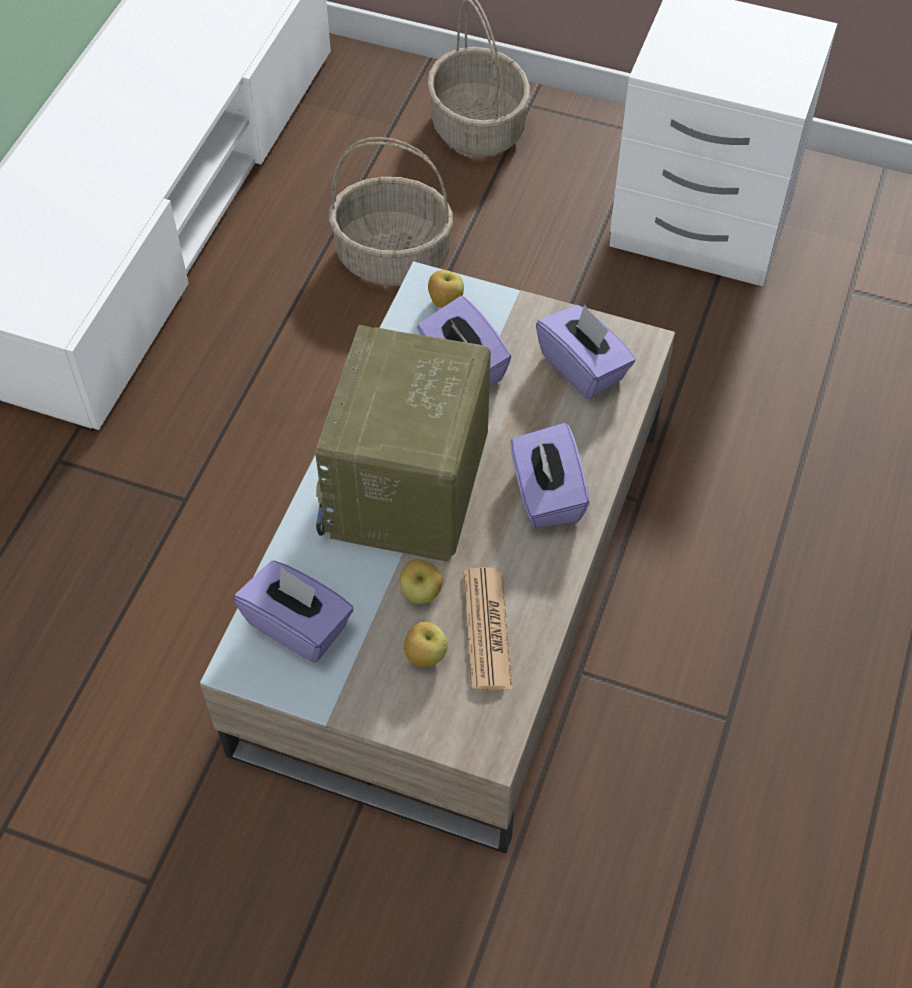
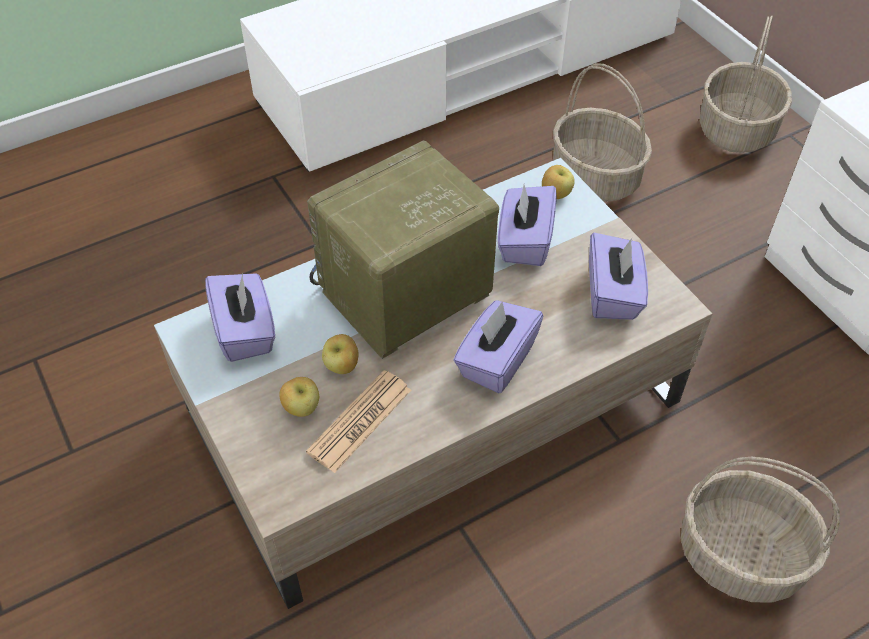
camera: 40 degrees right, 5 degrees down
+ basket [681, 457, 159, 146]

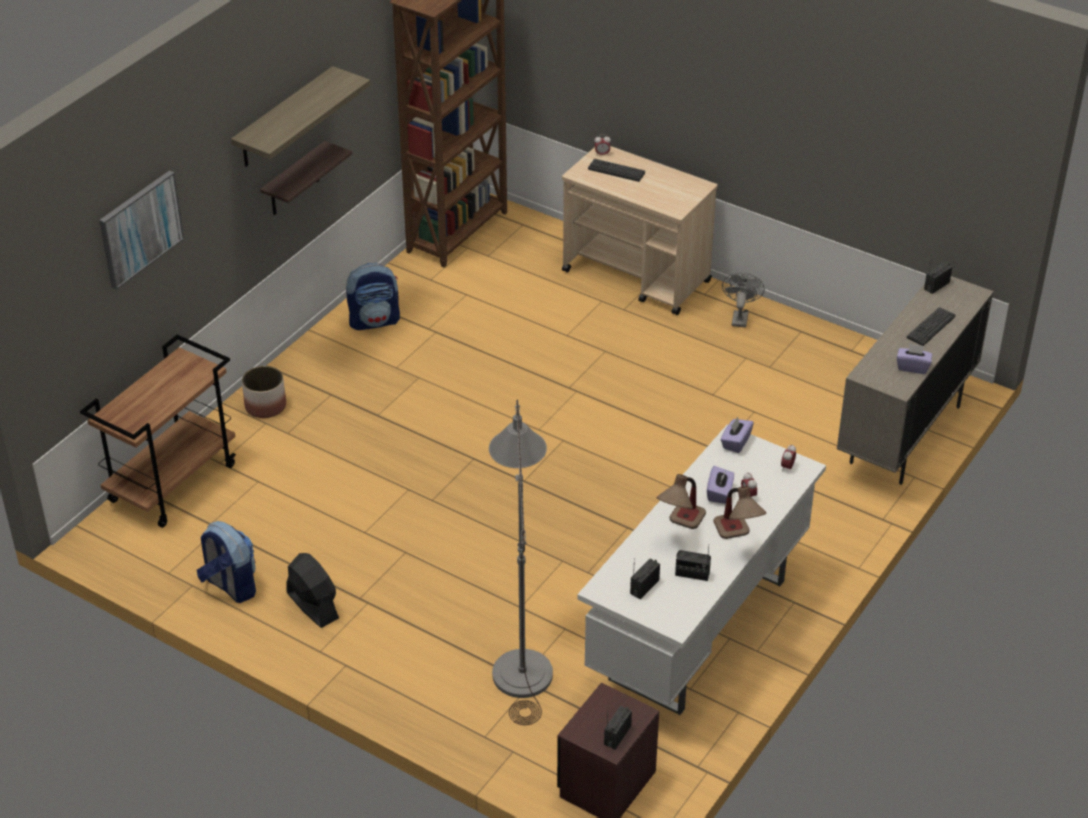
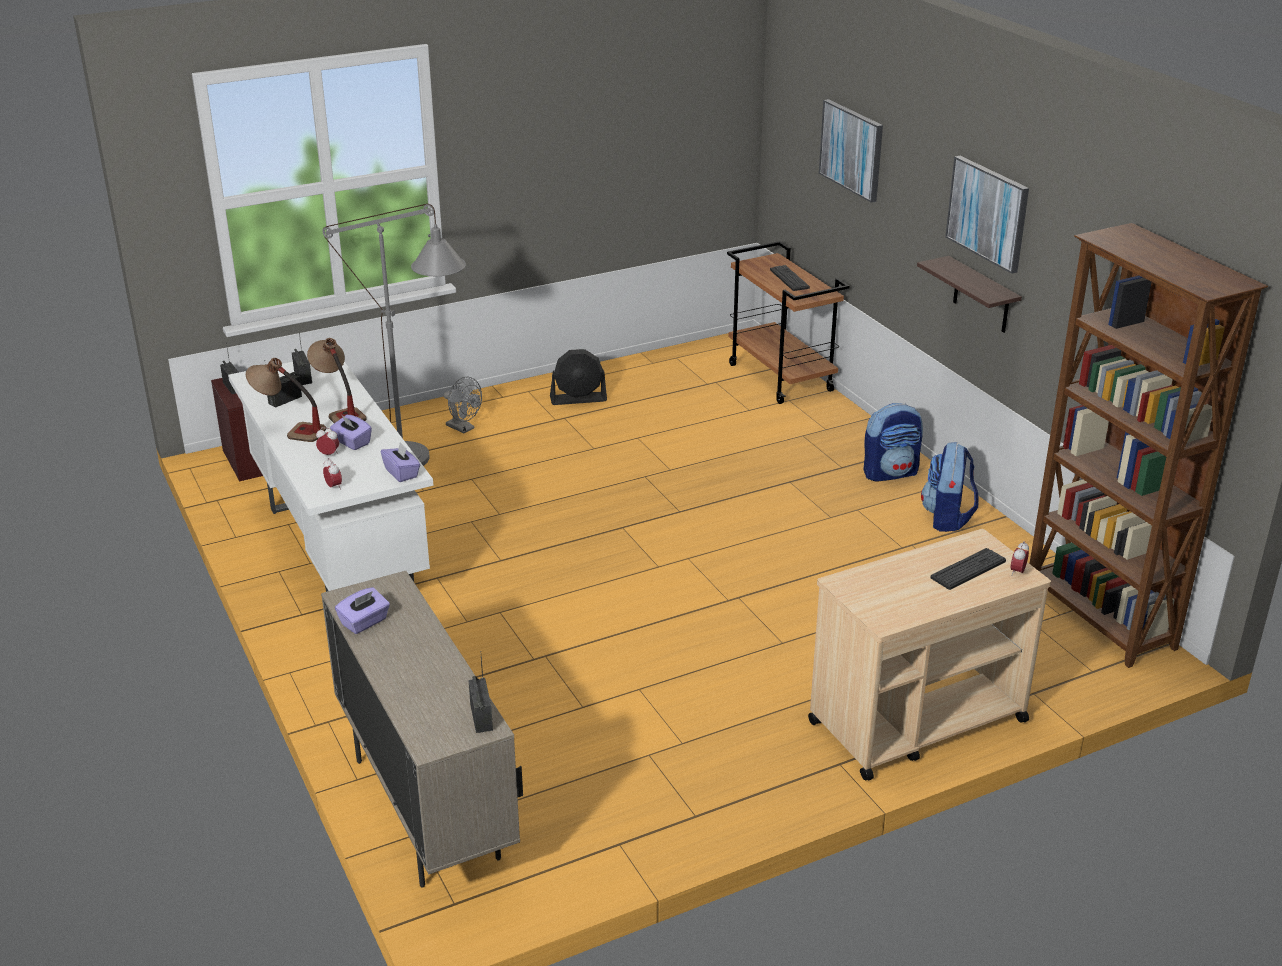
camera: 120 degrees right, 10 degrees down
- plant pot [242, 366, 44, 52]
~ knapsack [197, 521, 59, 82] to [863, 403, 60, 79]
~ grey cooling fan [722, 272, 43, 56] to [444, 377, 38, 56]
~ keyboard [907, 307, 48, 39] to [770, 265, 40, 26]
~ shelf [231, 66, 140, 101] to wall picture [945, 156, 84, 118]

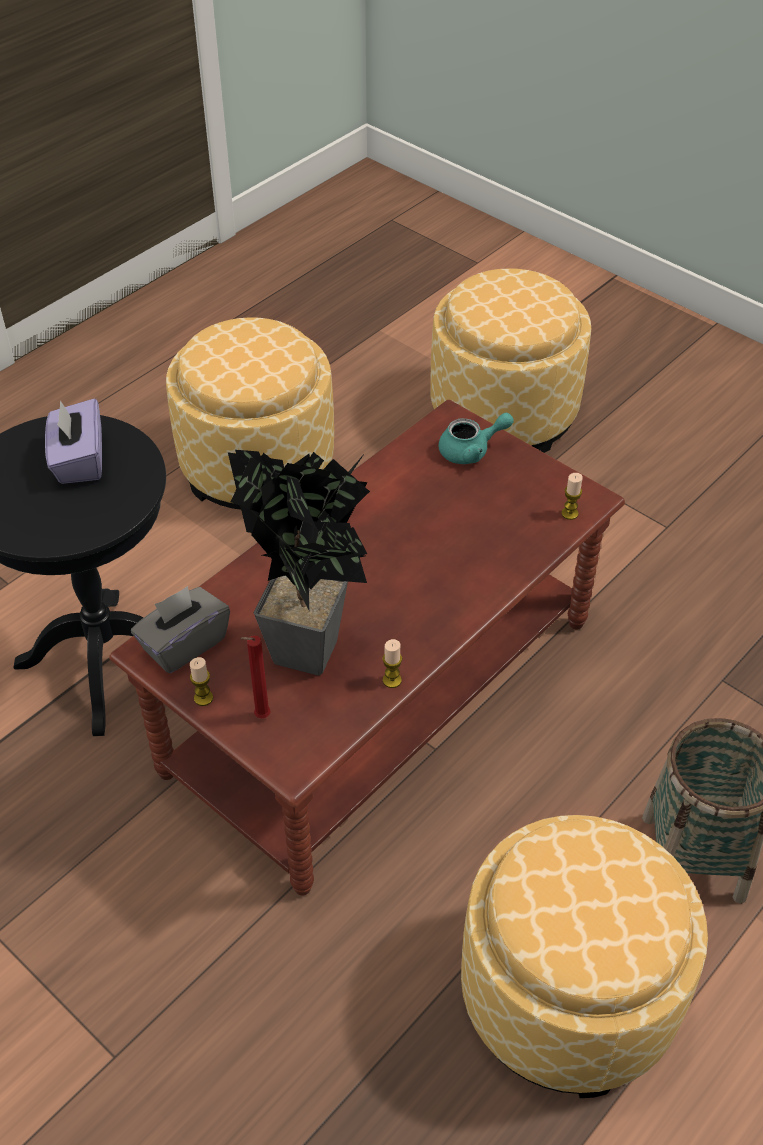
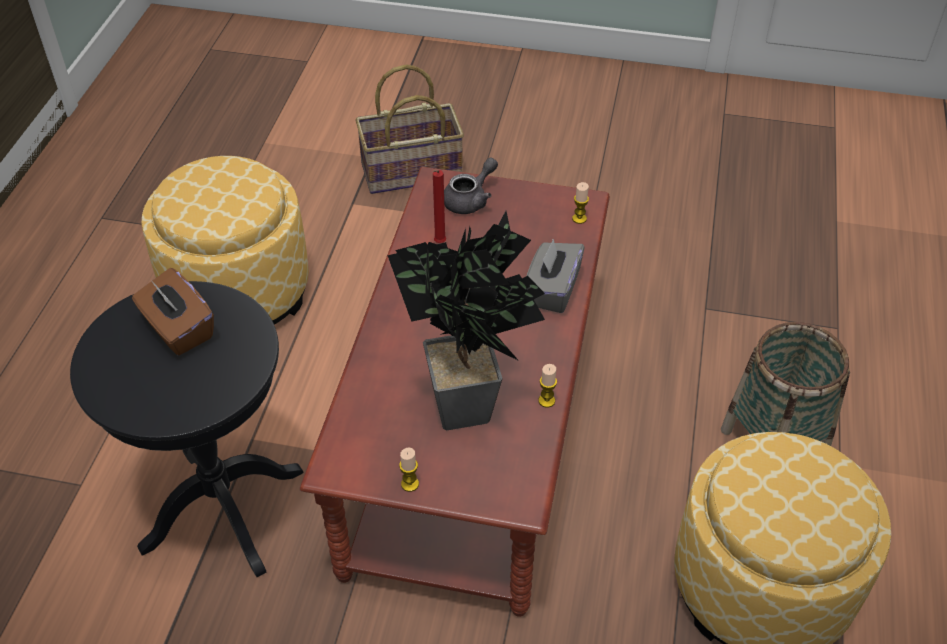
camera: 30 degrees left, 0 degrees up
~ grey tissue holder [131, 586, 99, 87] to [527, 239, 58, 74]
~ red candle [240, 635, 31, 83] to [433, 170, 13, 73]
~ pouffe [430, 269, 161, 184] to basket [355, 64, 109, 130]
~ purple-coloured tissue holder [45, 399, 57, 85] to brown-coloured tissue holder [132, 268, 82, 87]
~ blue-green tea pot [439, 413, 75, 51] to grey tea pot [444, 157, 54, 57]

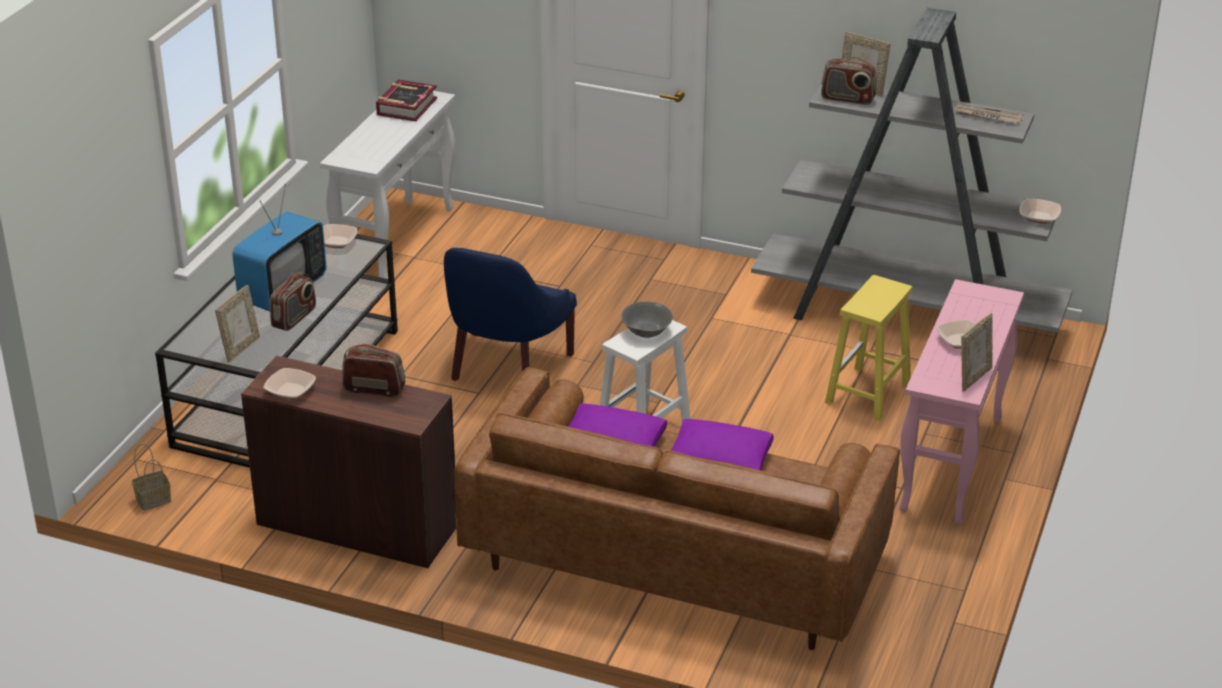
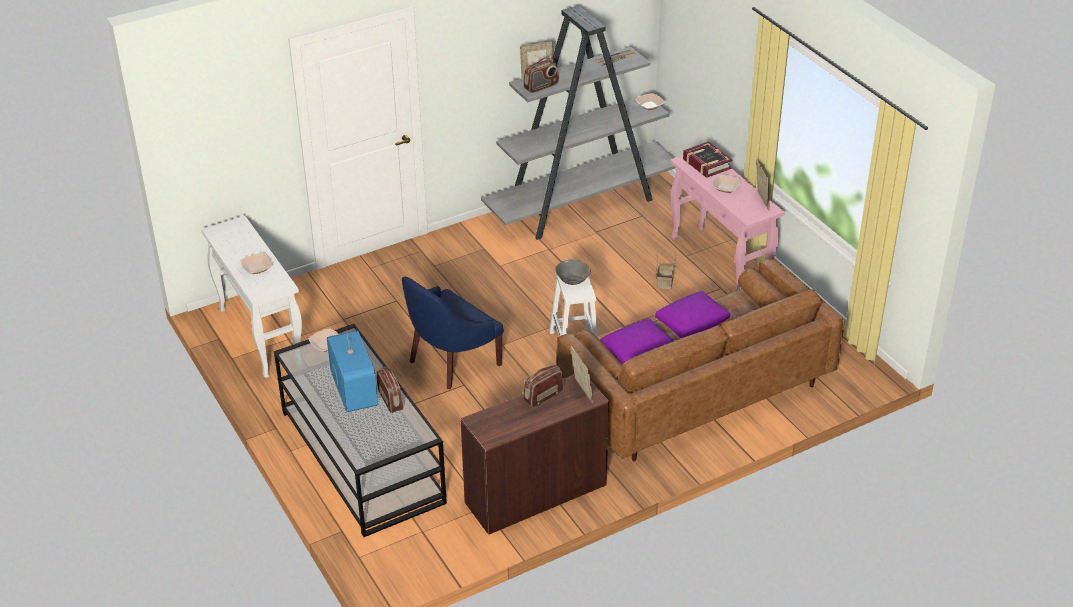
camera: 50 degrees left, 5 degrees up
- yellow-coloured stool [825, 275, 87, 146]
~ basket [132, 444, 39, 67] to [656, 253, 20, 36]
~ picture frame [215, 285, 45, 77] to [571, 346, 22, 57]
~ deep dish [263, 368, 53, 31] to [241, 253, 31, 21]
~ volume [376, 79, 61, 42] to [683, 141, 49, 37]
~ bluish lounge chair [444, 248, 133, 133] = [402, 277, 102, 112] 75 degrees clockwise

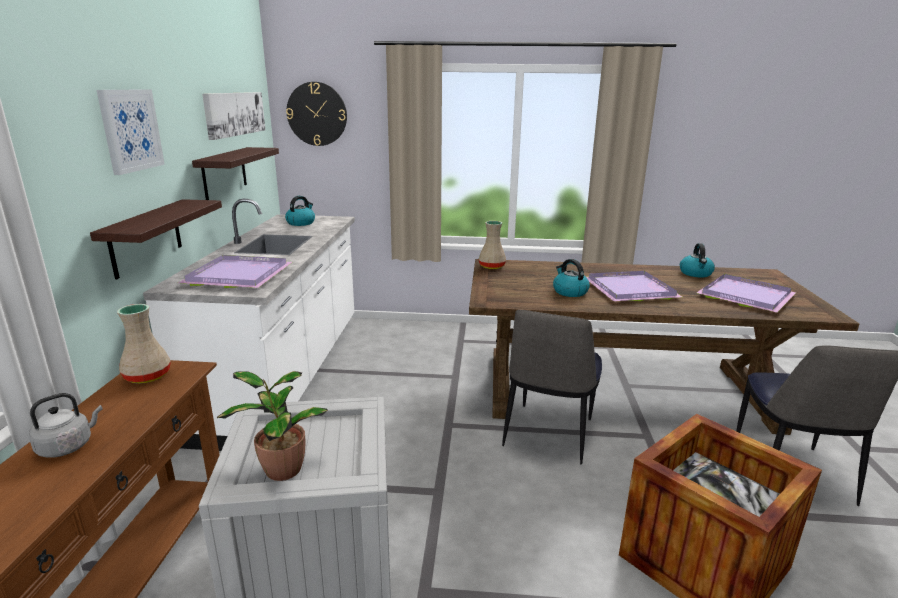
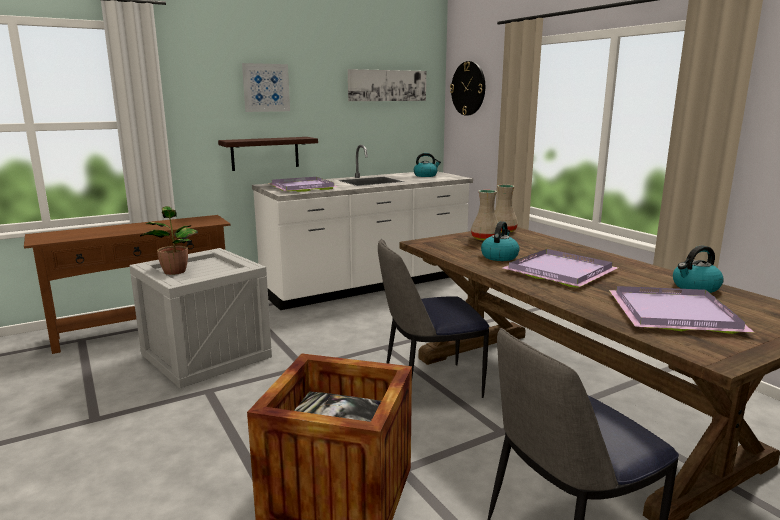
camera: 55 degrees right, 5 degrees down
- grey kettle [29, 393, 73, 65]
- shelf [192, 147, 87, 53]
~ sand-coloured flower vase [117, 304, 54, 80] to [471, 190, 28, 51]

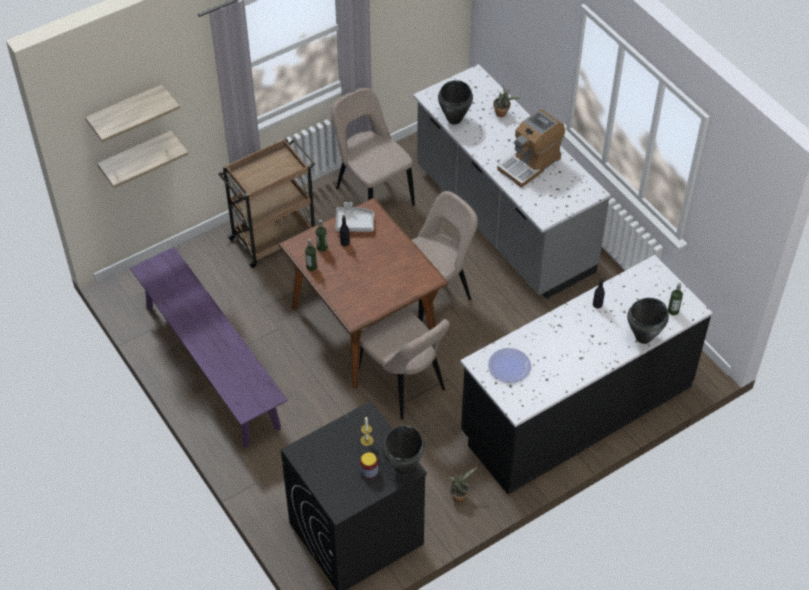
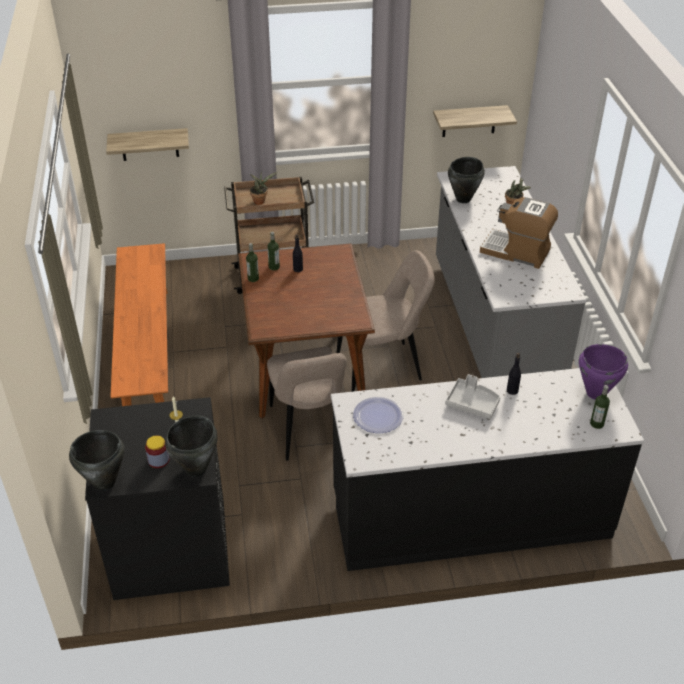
camera: 25 degrees right, 10 degrees down
- sand-coloured upright chair [331, 88, 84, 118]
+ purple-coloured stockpot [579, 344, 49, 56]
~ shelf [85, 84, 95, 58] to [433, 105, 84, 32]
~ grey carrying tray [336, 202, 38, 30] to [445, 374, 55, 45]
~ houseplant [447, 467, 30, 35] to [250, 171, 28, 34]
~ black stockpot [627, 298, 42, 46] to [69, 430, 55, 61]
~ purple-coloured long seat [130, 247, 157, 201] to orangey long seat [110, 243, 58, 163]
~ coffee brewer [497, 109, 68, 79] = [480, 197, 78, 72] 45 degrees clockwise

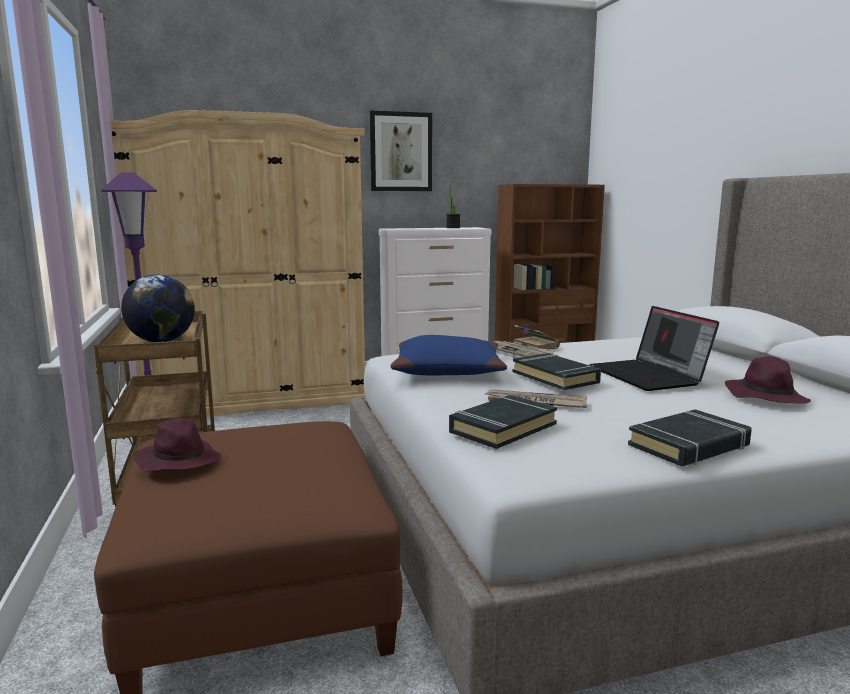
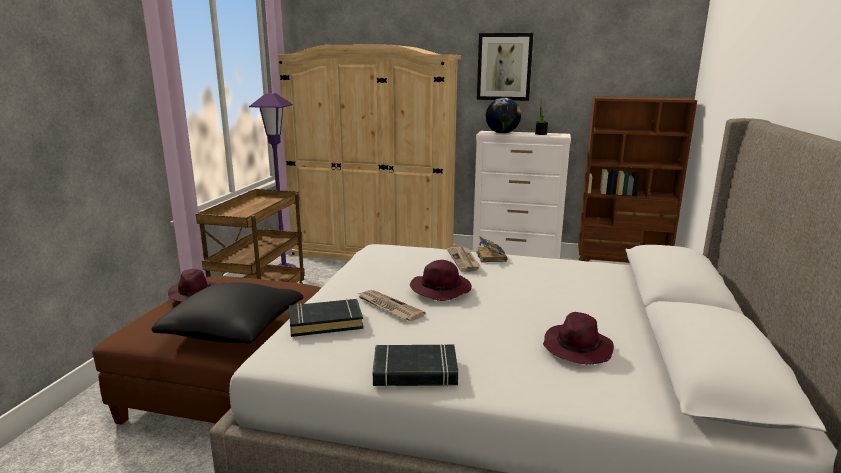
camera: 30 degrees right, 5 degrees up
- bluish cushion [390, 335, 117, 40]
- portable computer [589, 306, 130, 85]
+ black cushion [151, 282, 152, 62]
~ desk globe [121, 274, 74, 68] to [486, 98, 35, 36]
~ black volume [513, 353, 88, 37] to purple-coloured wearable hat [410, 260, 62, 41]

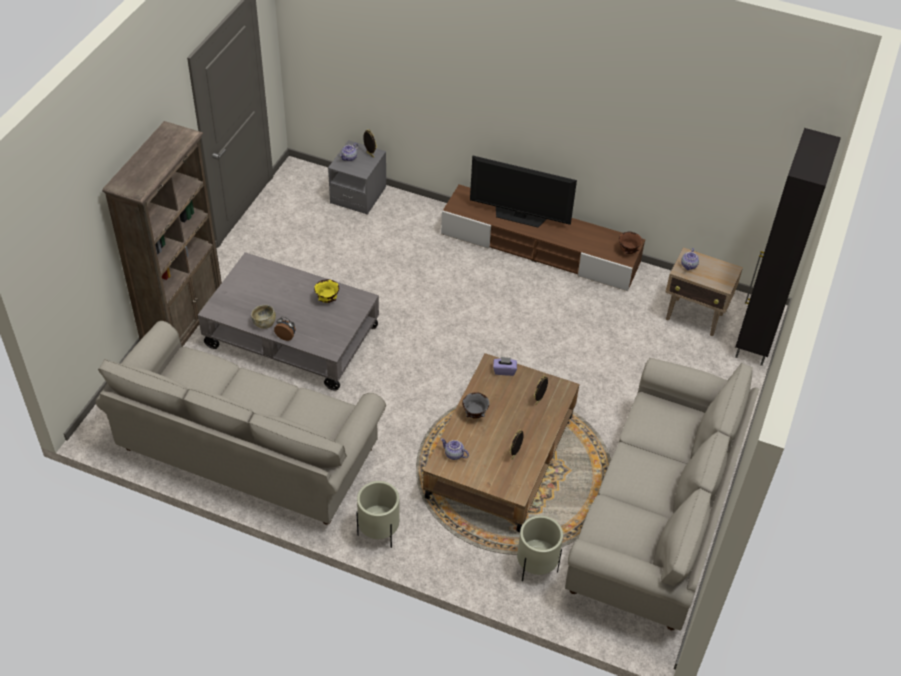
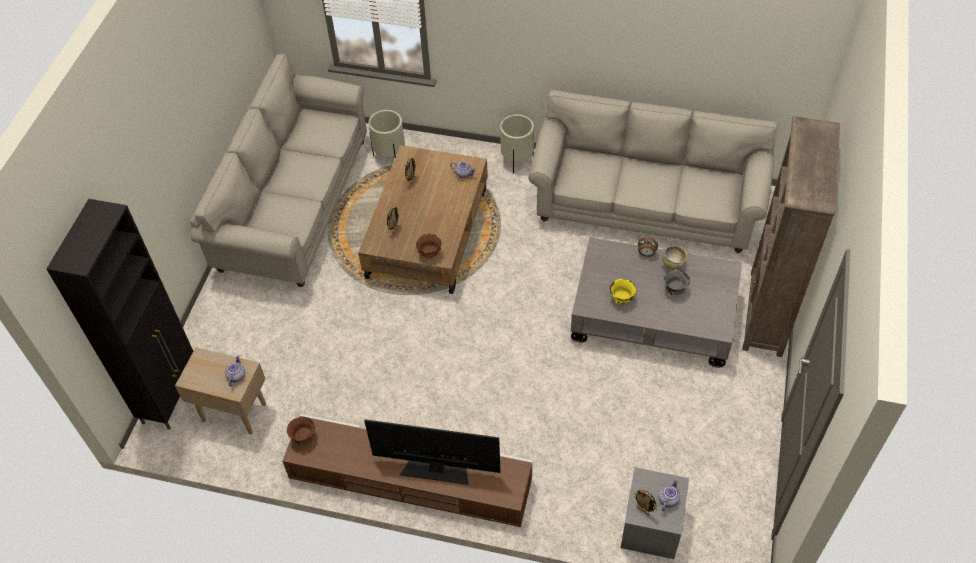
camera: 175 degrees right, 5 degrees up
~ grey deep dish [462, 392, 27, 27] to [664, 270, 26, 25]
~ purple-coloured tissue holder [493, 357, 24, 19] to brown-coloured deep dish [416, 234, 25, 25]

